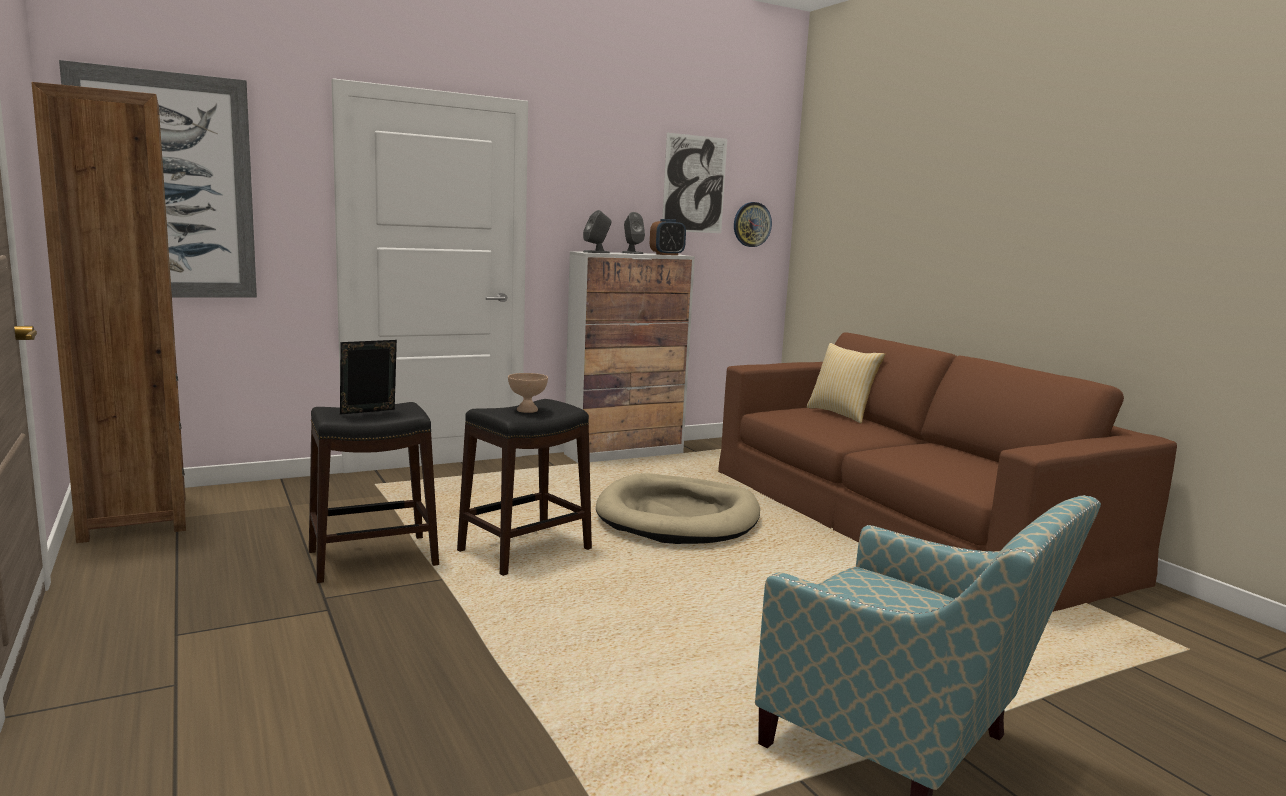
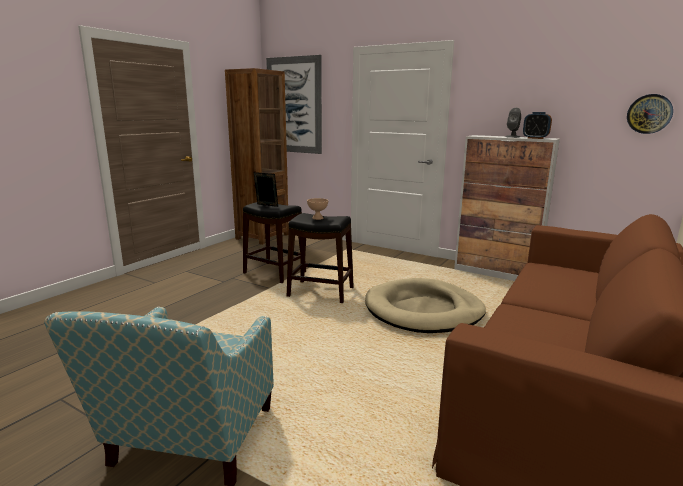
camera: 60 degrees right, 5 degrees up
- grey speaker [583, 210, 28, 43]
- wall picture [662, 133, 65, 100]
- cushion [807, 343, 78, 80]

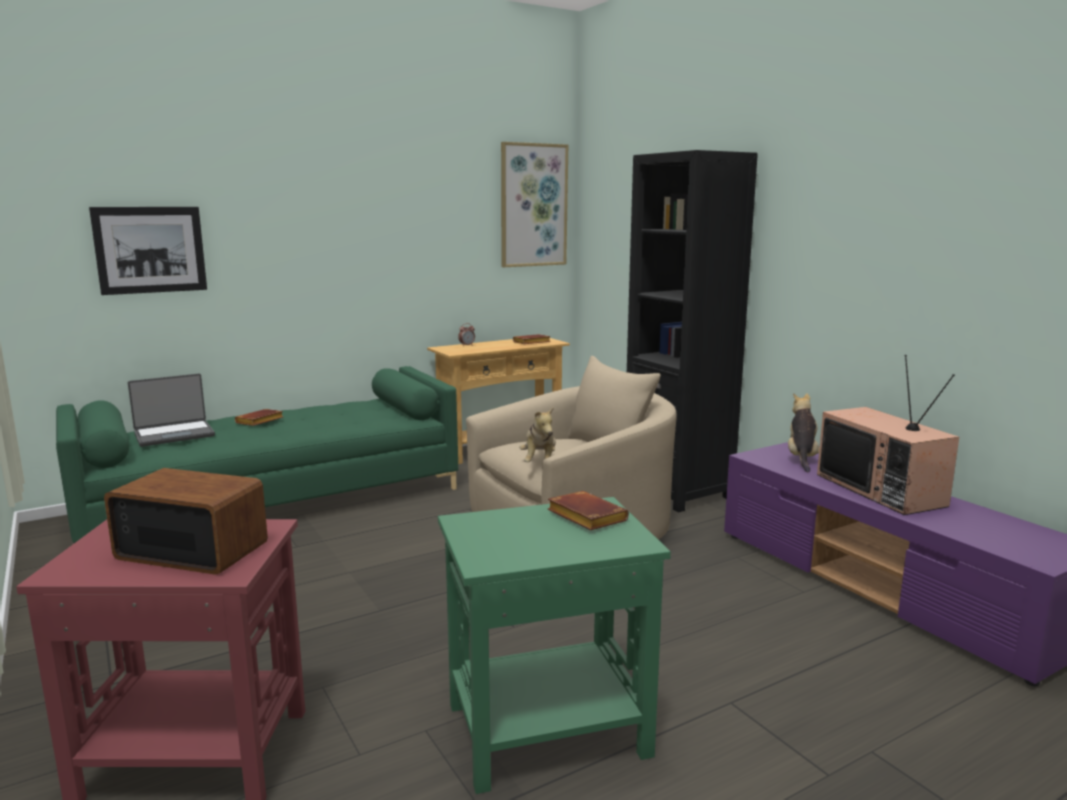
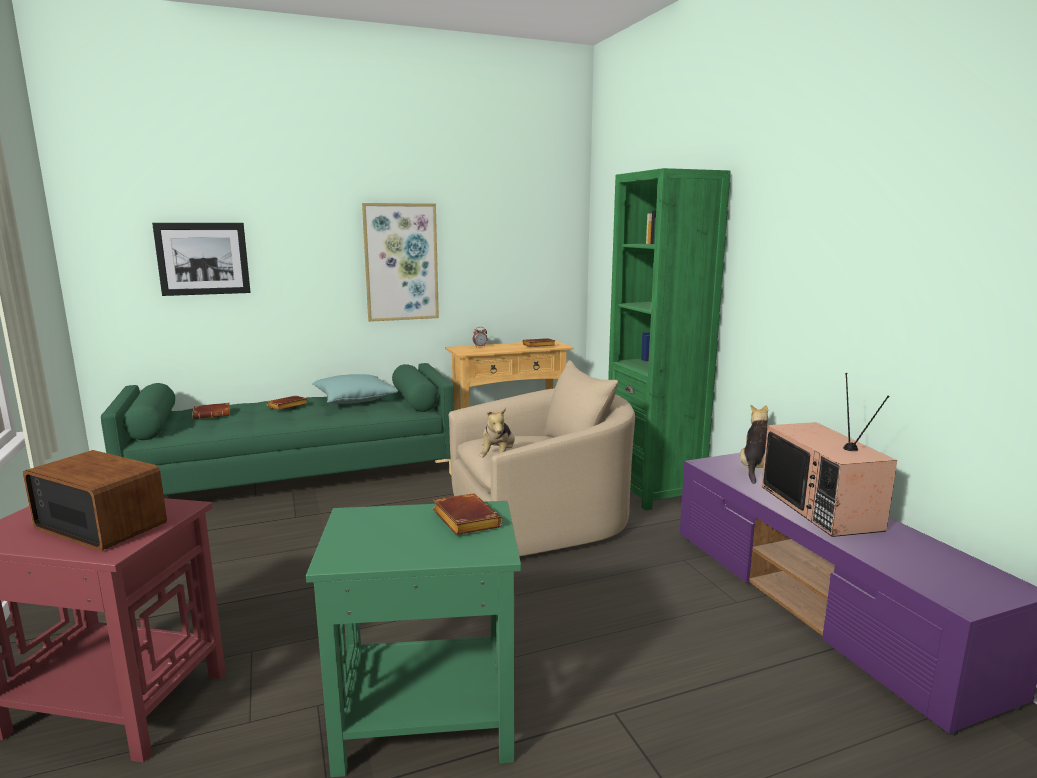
camera: 10 degrees right, 0 degrees up
+ blue-green cushion [312, 374, 86, 30]
~ wall picture [501, 142, 67, 125] to [362, 203, 77, 119]
~ portable computer [128, 373, 87, 74] to brown-coloured volume [192, 403, 38, 16]
~ black shelving unit [627, 150, 131, 362] to green-coloured shelving unit [608, 168, 123, 343]

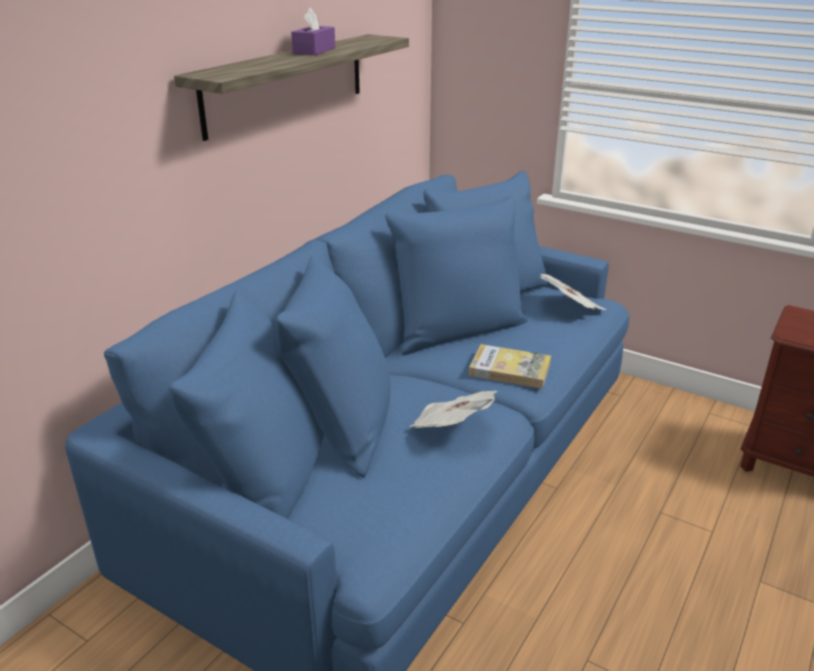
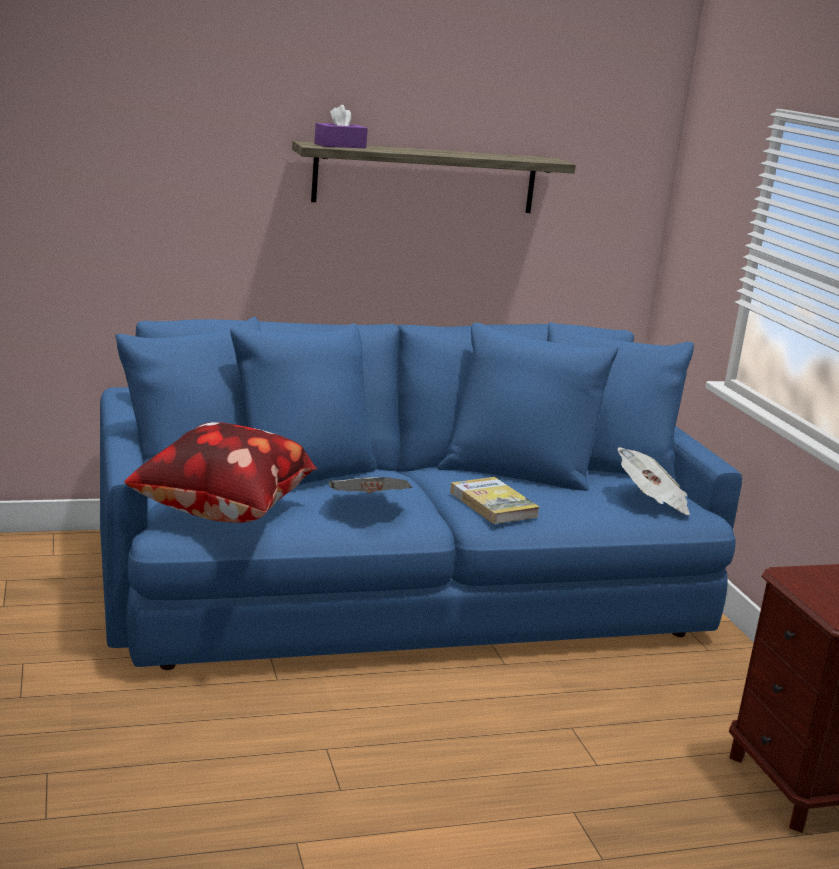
camera: 40 degrees right, 10 degrees down
+ cushion [124, 422, 194, 101]
~ purple-coloured tissue holder [291, 7, 44, 48] to [314, 105, 54, 43]

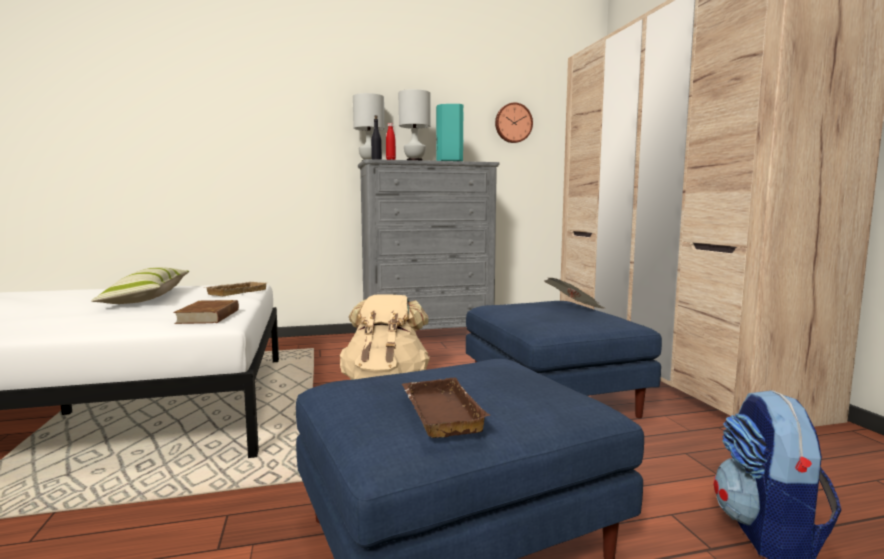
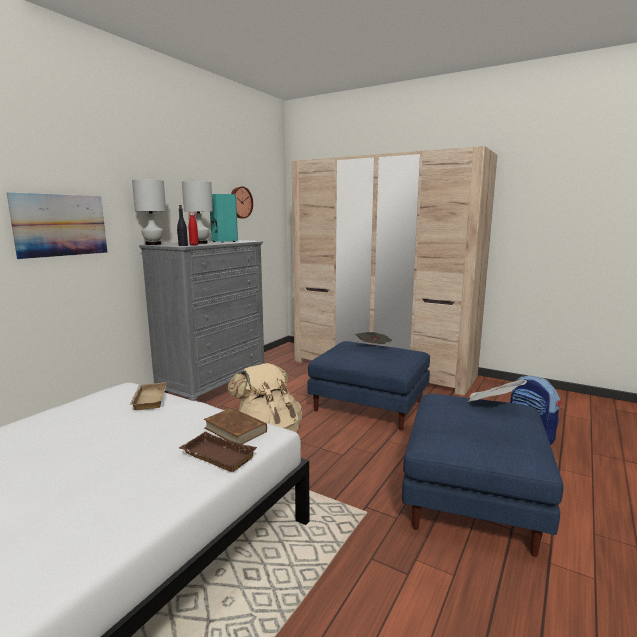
camera: 45 degrees left, 5 degrees up
- cushion [91, 267, 98, 37]
+ wall picture [7, 192, 100, 67]
+ newspaper [468, 379, 59, 23]
~ brown-coloured carrying tray [402, 378, 89, 60] to [179, 432, 78, 40]

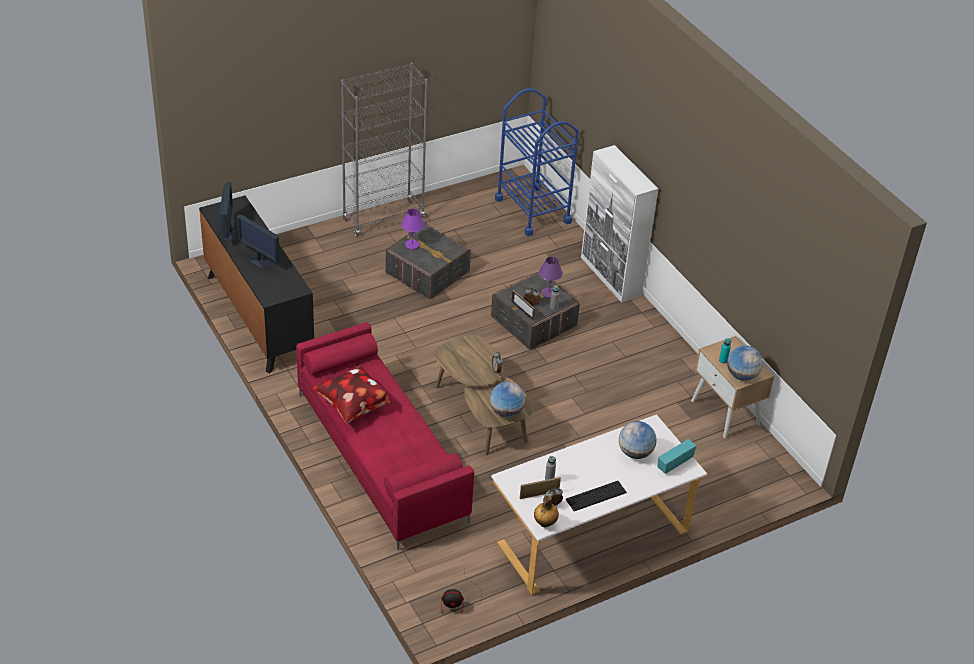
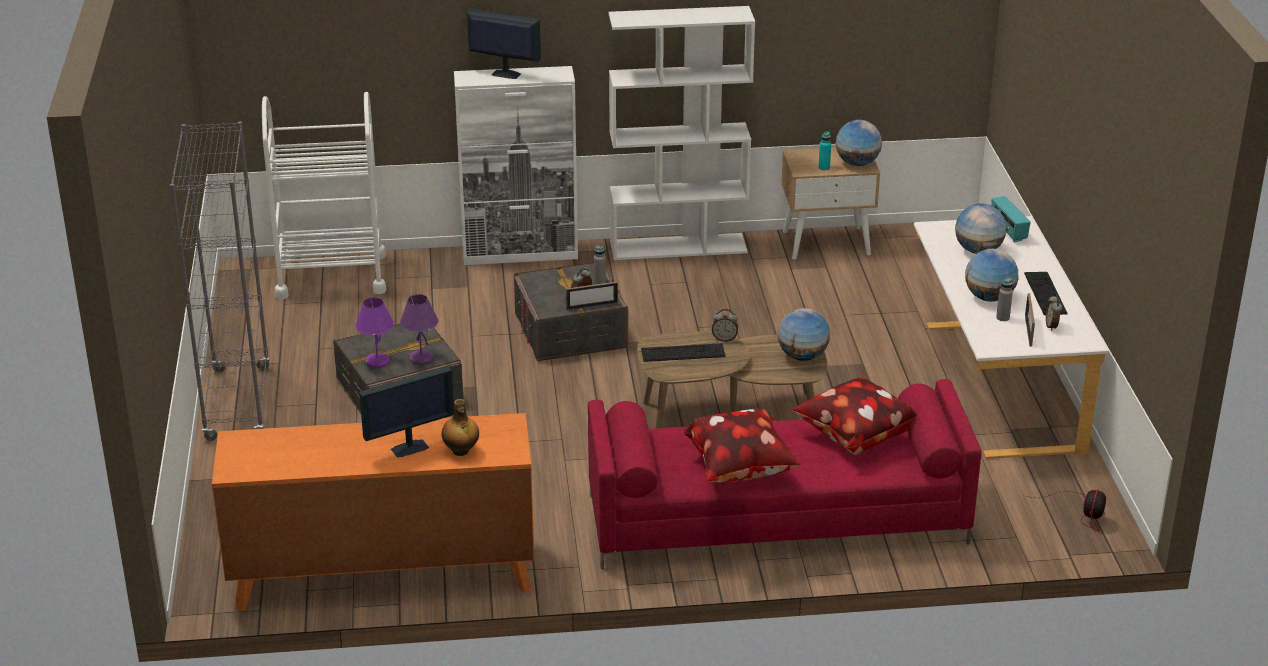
camera: 65 degrees left, 10 degrees down
+ white shelving unit [609, 6, 146, 254]
+ keyboard [641, 343, 85, 19]
+ cushion [792, 377, 125, 78]
+ desk globe [965, 249, 53, 53]
~ monitor [219, 182, 17, 58] to [467, 9, 74, 70]
~ drink bottle [534, 495, 25, 32] to [442, 399, 37, 57]
~ purple-coloured table lamp [539, 257, 24, 41] to [400, 294, 38, 70]
~ black chest of drawers [199, 196, 115, 177] to orangey chest of drawers [212, 413, 322, 199]
~ bluish cart [495, 88, 84, 148] to white cart [262, 92, 124, 207]

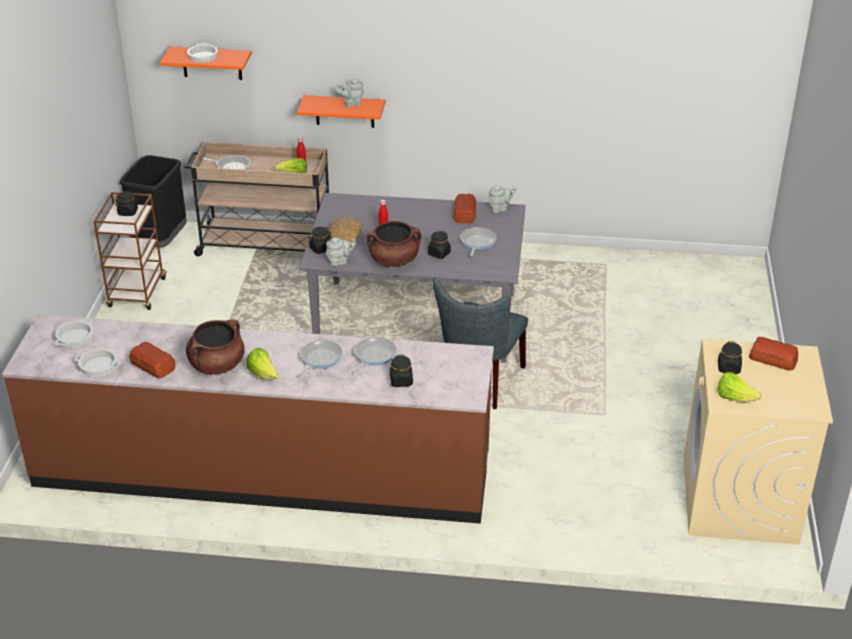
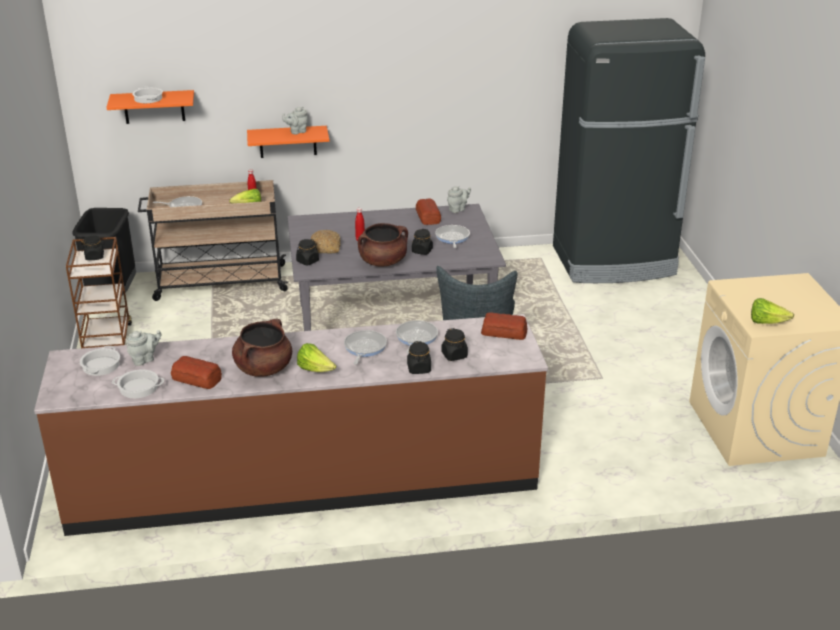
camera: 15 degrees left, 5 degrees down
+ black fridge [553, 18, 152, 265]
~ grey tea pot [326, 237, 30, 30] to [126, 330, 35, 36]
~ black storage jar [718, 341, 24, 33] to [407, 341, 24, 33]
~ bread [749, 337, 49, 34] to [481, 312, 46, 28]

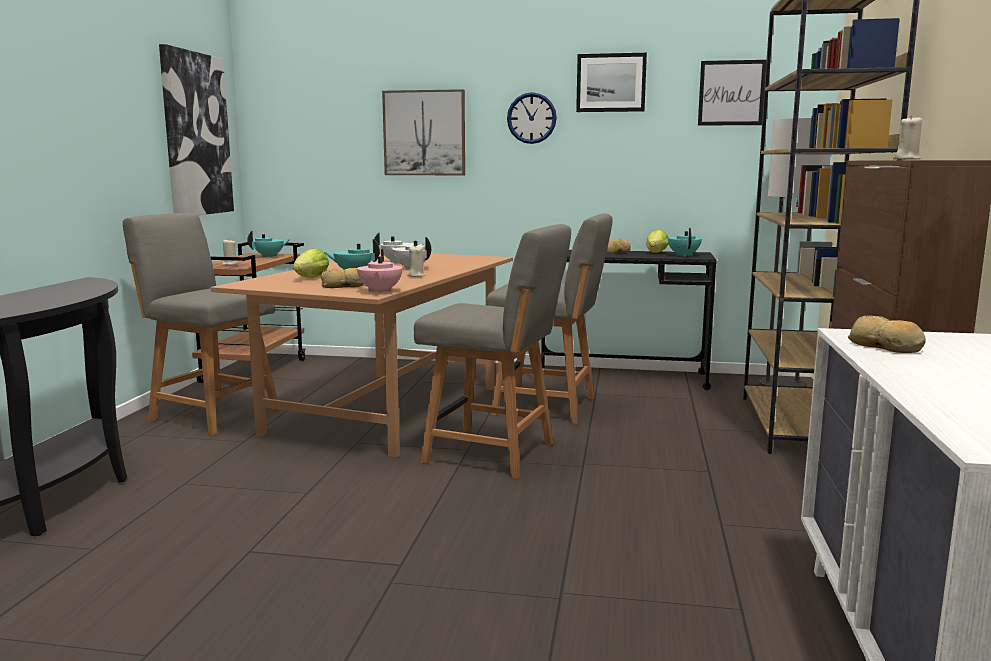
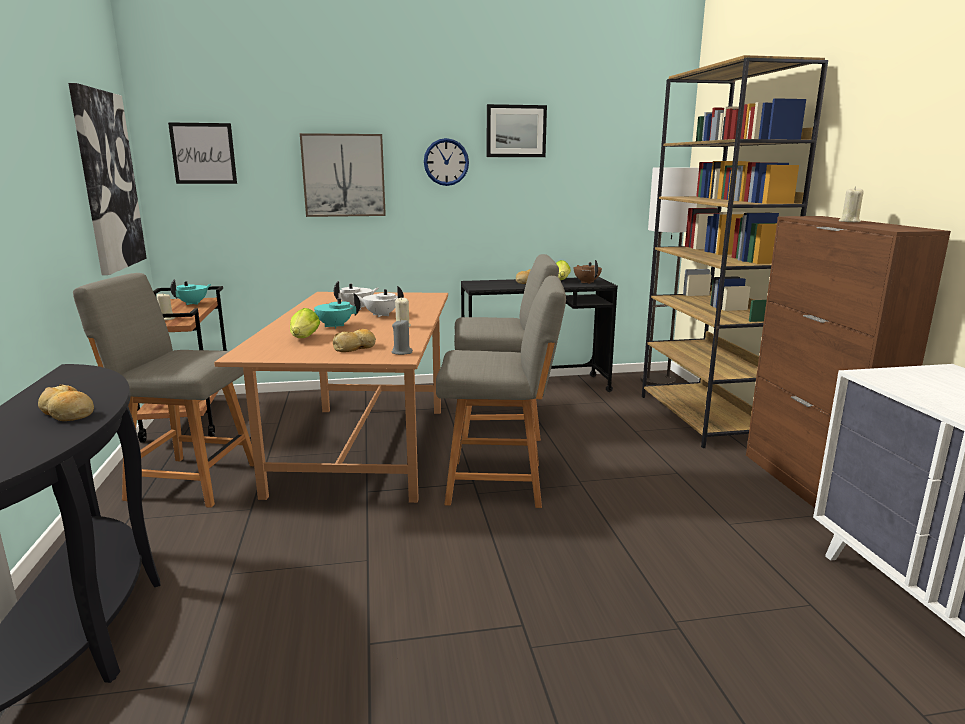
camera: 20 degrees left, 5 degrees up
~ wall picture [698, 60, 68, 66] to [168, 122, 69, 62]
~ bread [848, 315, 78, 38] to [38, 384, 56, 37]
~ pink tea pot [357, 249, 45, 44] to grey candle [392, 319, 21, 36]
~ blue-green tea pot [668, 228, 34, 29] to brown-coloured tea pot [574, 260, 28, 24]

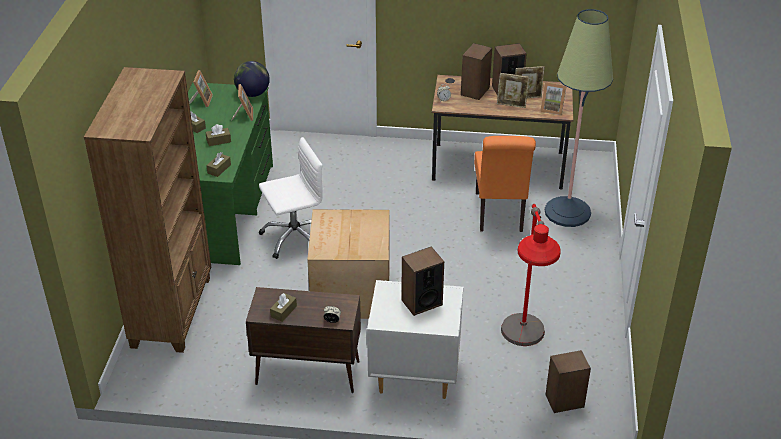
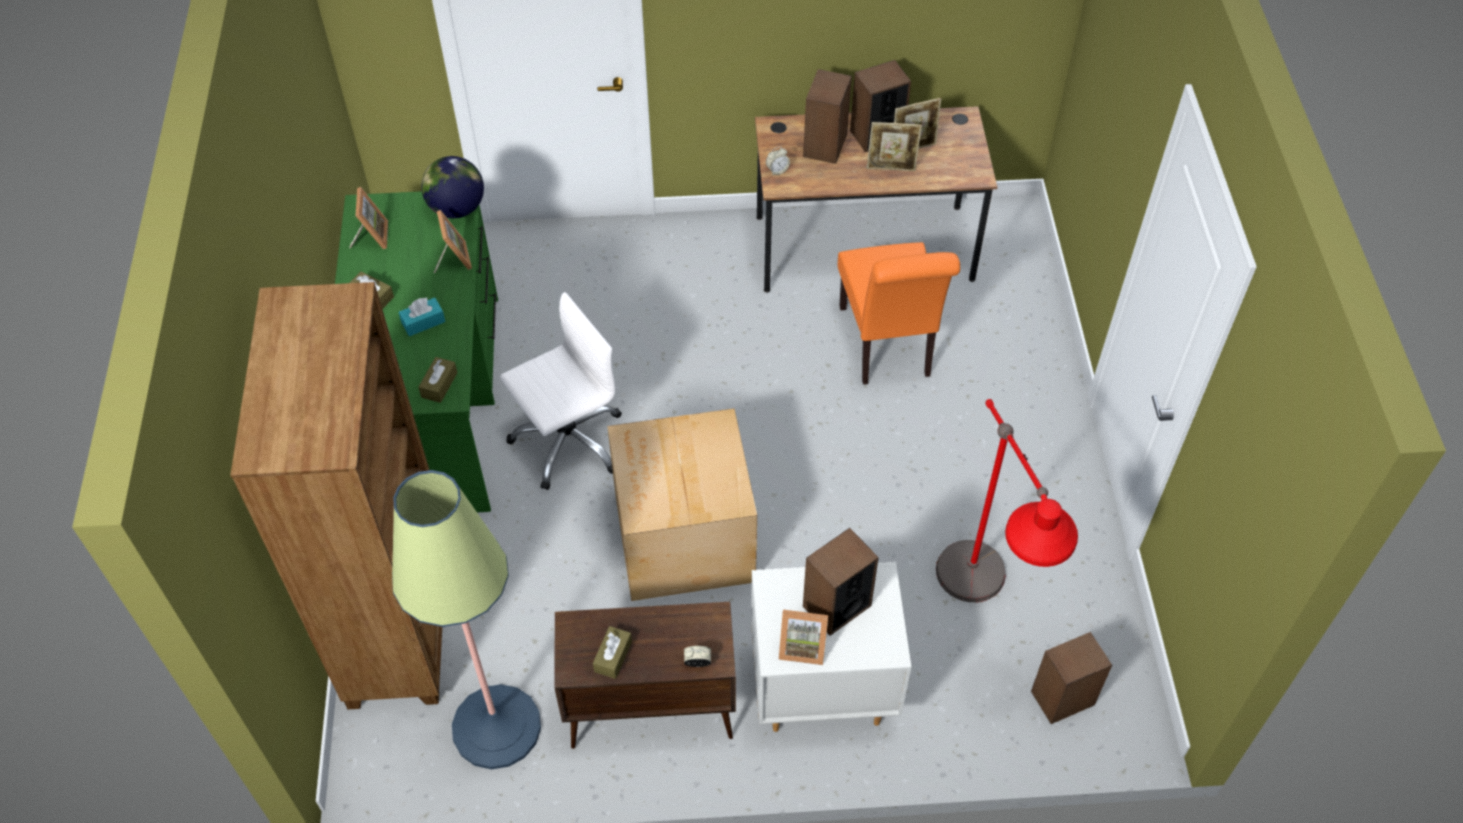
camera: 10 degrees left, 15 degrees up
~ picture frame [540, 82, 26, 33] to [779, 610, 49, 55]
~ standard lamp [545, 9, 68, 218] to [392, 470, 149, 299]
~ brown-coloured tissue holder [206, 124, 25, 22] to blue-green tissue holder [399, 297, 46, 39]

